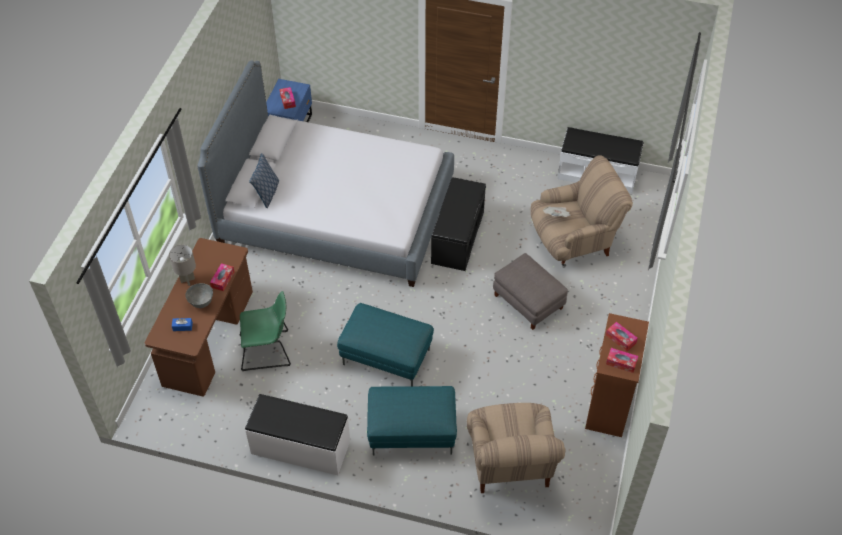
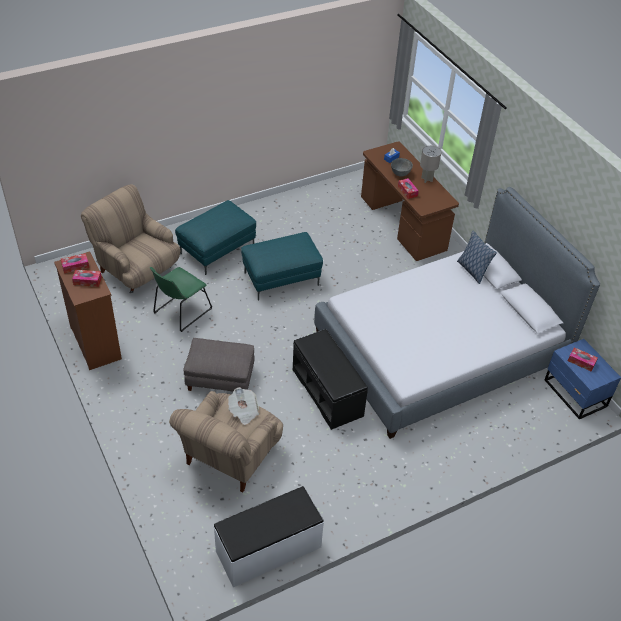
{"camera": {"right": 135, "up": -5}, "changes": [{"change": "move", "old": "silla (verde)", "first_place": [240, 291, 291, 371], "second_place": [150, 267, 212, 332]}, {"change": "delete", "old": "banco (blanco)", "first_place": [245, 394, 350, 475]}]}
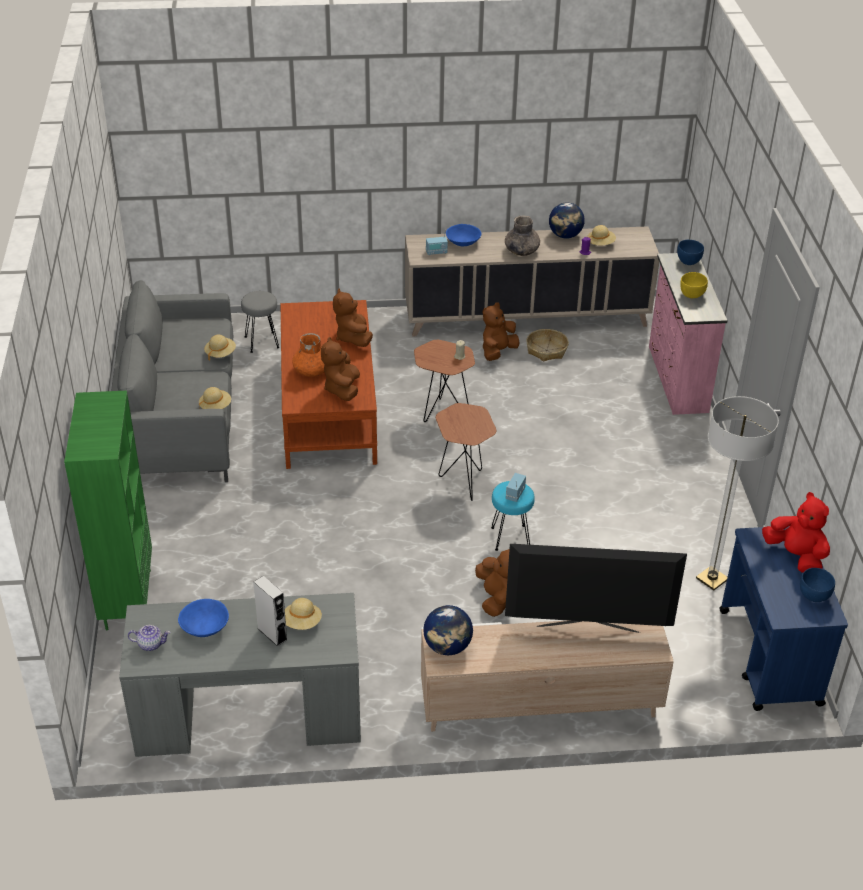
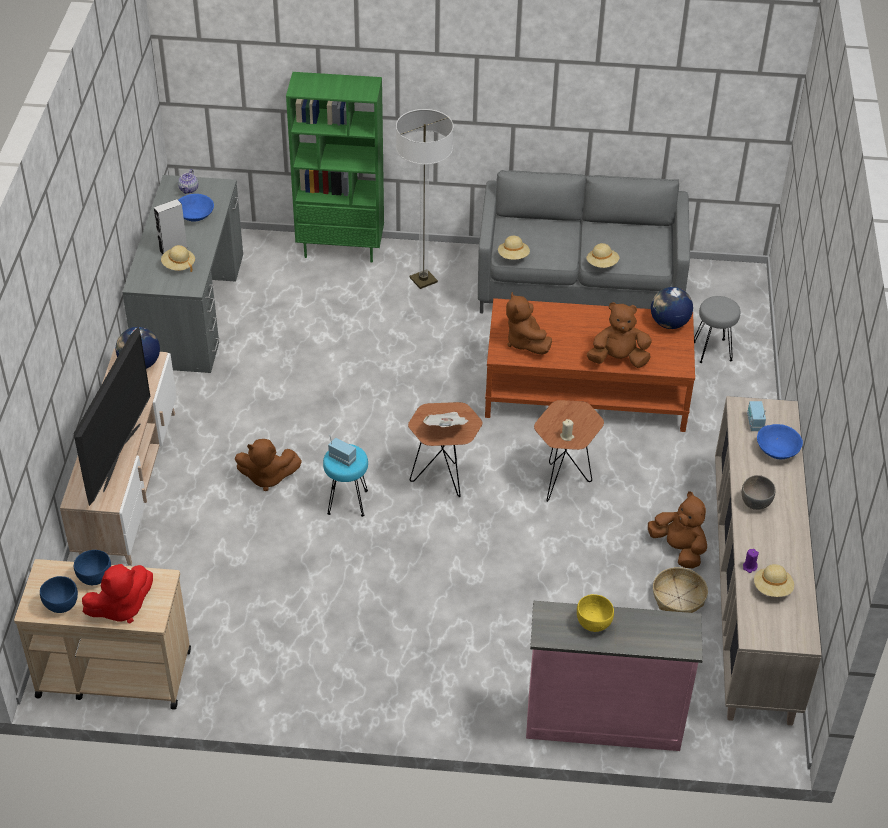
{"camera": {"right": 100, "up": 5}, "changes": [{"change": "delete", "old": "florero (naranja)", "first_place": [292, 333, 324, 377]}, {"change": "rotate", "old": "peluche (marrón)", "first_place": [321, 337, 360, 401], "second_place": [506, 292, 552, 355], "degrees": -120}, {"change": "replace", "old": "florero (gris)", "new": "cuenco (gris)", "first_place": [505, 215, 540, 256], "second_place": [742, 475, 775, 510]}, {"change": "move", "old": "globo terráqueo", "first_place": [549, 203, 585, 239], "second_place": [651, 287, 693, 329]}, {"change": "move", "old": "cuenco (azul)", "first_place": [677, 240, 704, 265], "second_place": [74, 550, 111, 585]}, {"change": "move", "old": "lámpara de pie", "first_place": [696, 396, 779, 591], "second_place": [396, 109, 453, 289]}, {"change": "recolor", "old": "carrito (azul)", "new": "carrito (beis)", "first_place": [719, 527, 848, 711], "second_place": [14, 559, 191, 710]}, {"change": "insert", "new": "periódico", "second_place": [423, 412, 468, 427]}]}
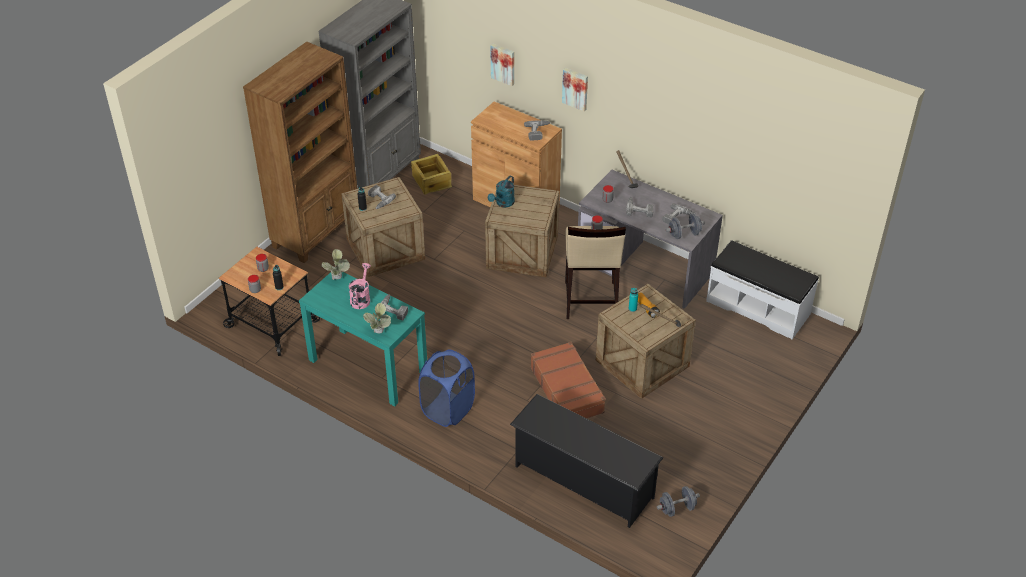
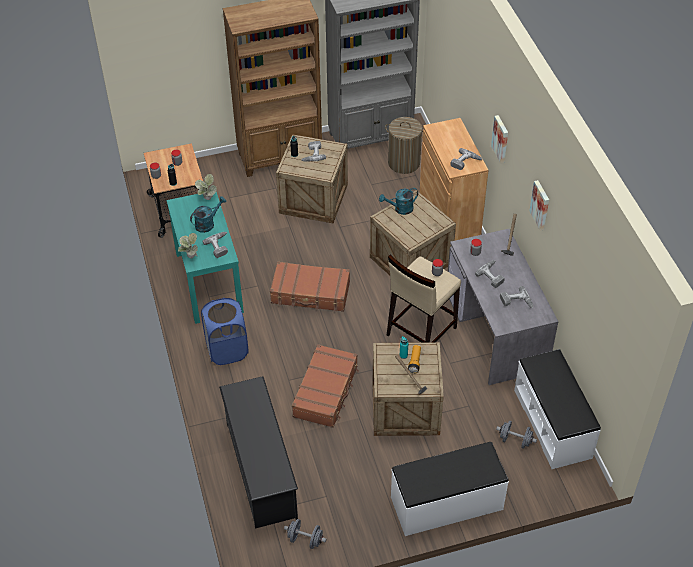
{"camera": {"right": 40, "up": 5}, "changes": [{"change": "recolor", "old": "regadera (rosa)", "new": "regadera (turquesa)", "first_place": [349, 263, 371, 309], "second_place": [190, 196, 226, 233]}, {"change": "replace", "old": "caja de embalaje", "new": "cesto de la ropa", "first_place": [411, 154, 452, 195], "second_place": [385, 117, 423, 174]}, {"change": "move", "old": "cuadro", "first_place": [490, 44, 514, 86], "second_place": [529, 180, 549, 231]}, {"change": "move", "old": "mancuerna (gris)", "first_place": [666, 214, 705, 239], "second_place": [496, 420, 537, 449]}, {"change": "insert", "new": "maleta (marrón)", "second_place": [270, 262, 350, 312]}, {"change": "insert", "new": "banco (blanco)", "second_place": [391, 442, 509, 536]}]}
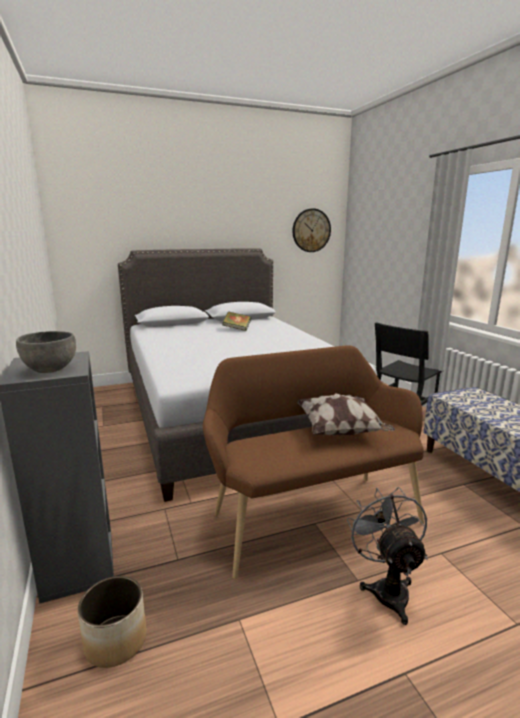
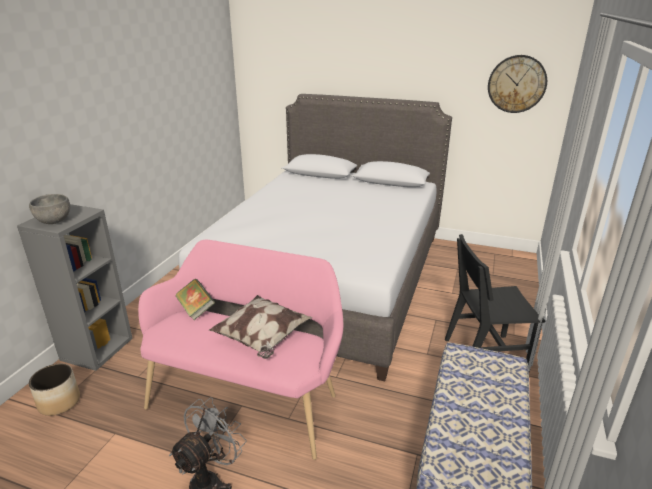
{"camera": {"right": 40, "up": 10}, "changes": [{"change": "recolor", "old": "banco (marrón)", "new": "banco (rosa)", "first_place": [203, 345, 424, 579], "second_place": [138, 240, 344, 460]}, {"change": "move", "old": "libro", "first_place": [223, 311, 251, 331], "second_place": [175, 279, 215, 320]}]}
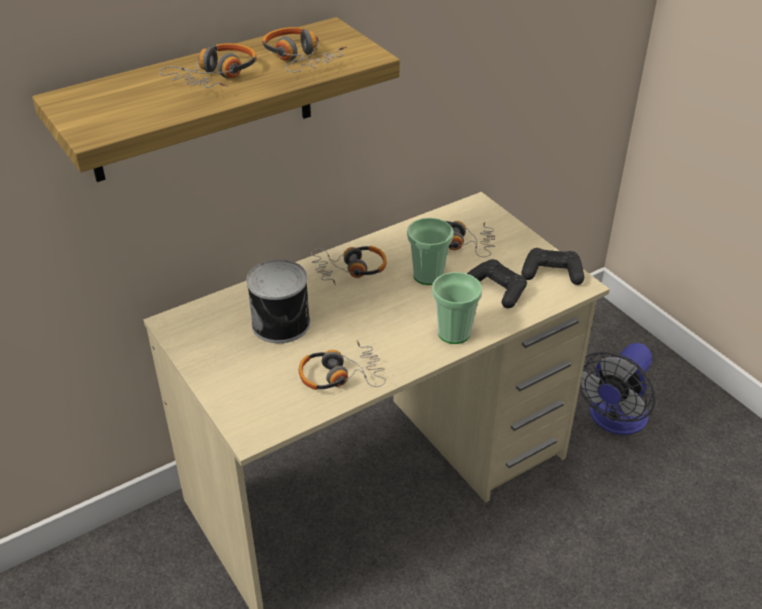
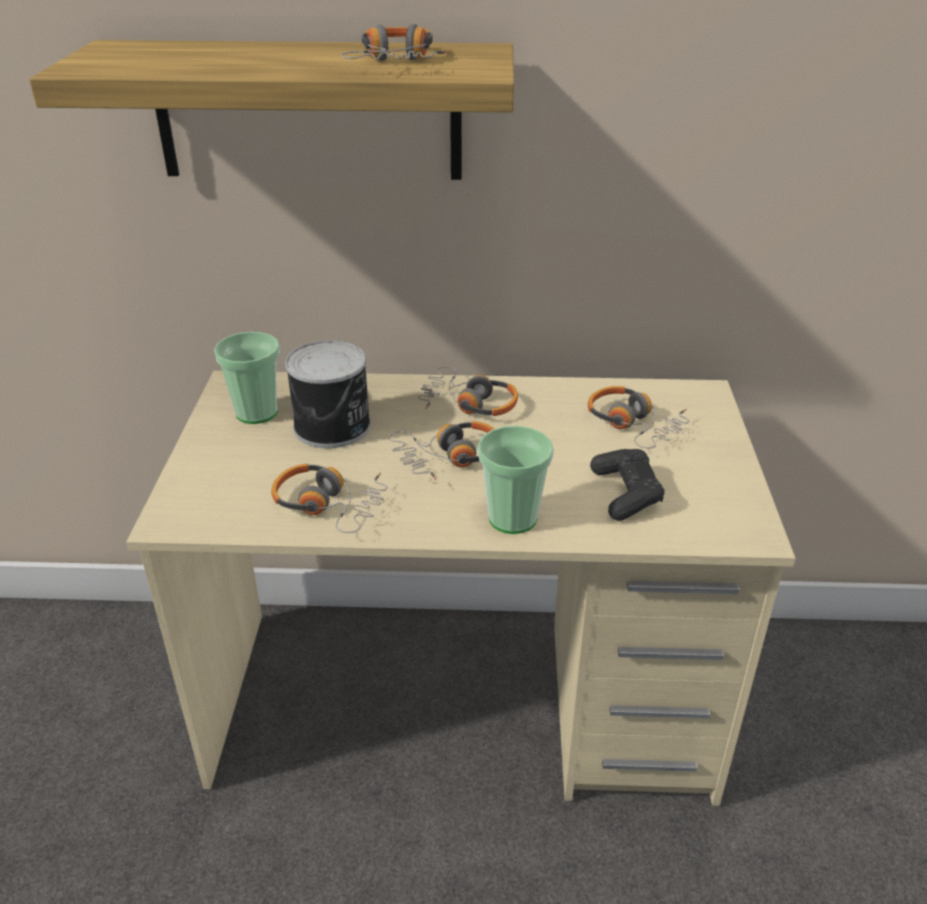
{"camera": {"right": 35, "up": -5}, "changes": [{"change": "move", "old": "auriculares", "first_place": [159, 43, 257, 88], "second_place": [389, 421, 494, 480]}, {"change": "move", "old": "taza", "first_place": [407, 218, 454, 285], "second_place": [214, 332, 280, 424]}, {"change": "delete", "old": "mando de consola (negro)", "first_place": [522, 248, 584, 285]}, {"change": "delete", "old": "ventilador", "first_place": [579, 343, 655, 435]}]}
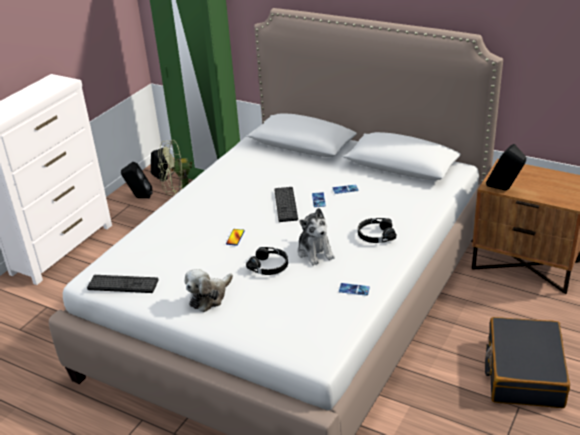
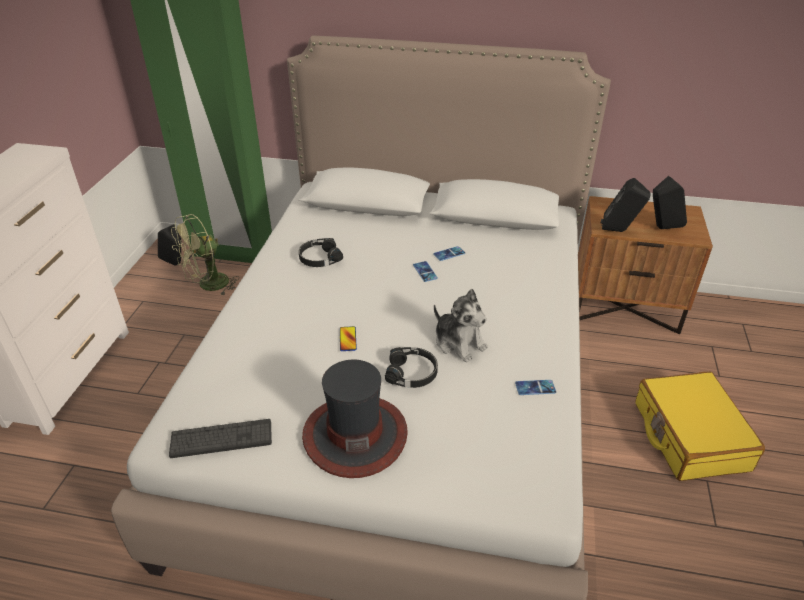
{"camera": {"right": -20, "up": 5}, "changes": [{"change": "move", "old": "altavoz (negro)", "first_place": [121, 162, 153, 198], "second_place": [653, 176, 687, 229]}, {"change": "replace", "old": "peluche", "new": "sombrero", "first_place": [185, 269, 233, 312], "second_place": [302, 359, 408, 478]}, {"change": "delete", "old": "teclado", "first_place": [274, 187, 298, 222]}, {"change": "move", "old": "auriculares (negro)", "first_place": [358, 218, 396, 243], "second_place": [299, 238, 343, 267]}, {"change": "recolor", "old": "maleta (negro)", "new": "maleta (amarillo)", "first_place": [485, 317, 570, 408], "second_place": [635, 372, 765, 481]}]}
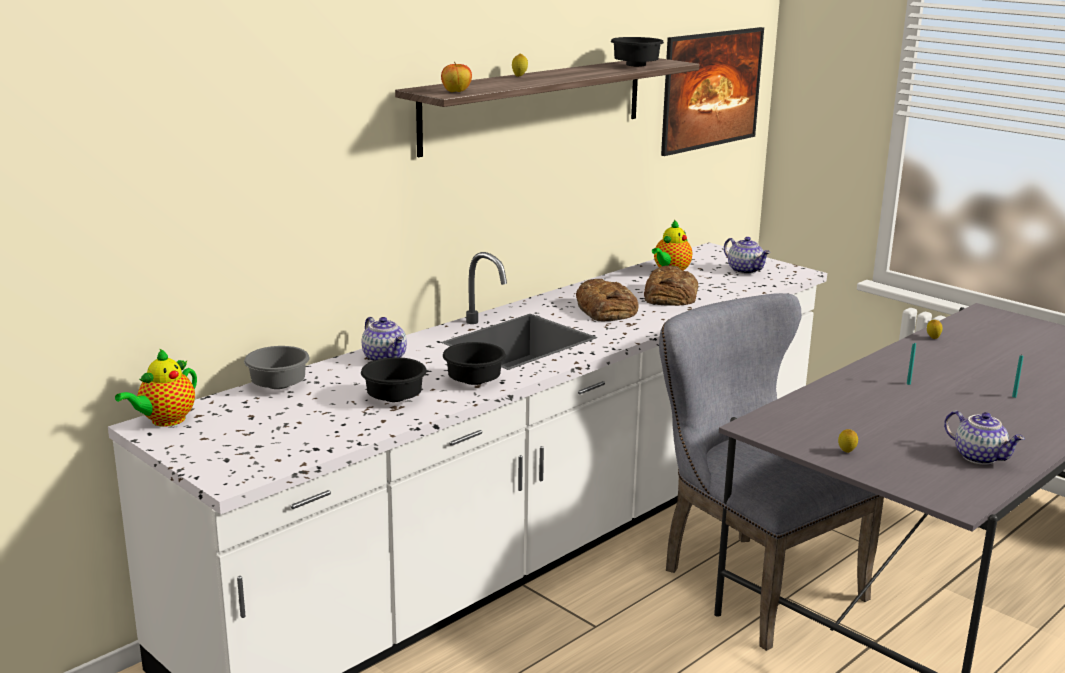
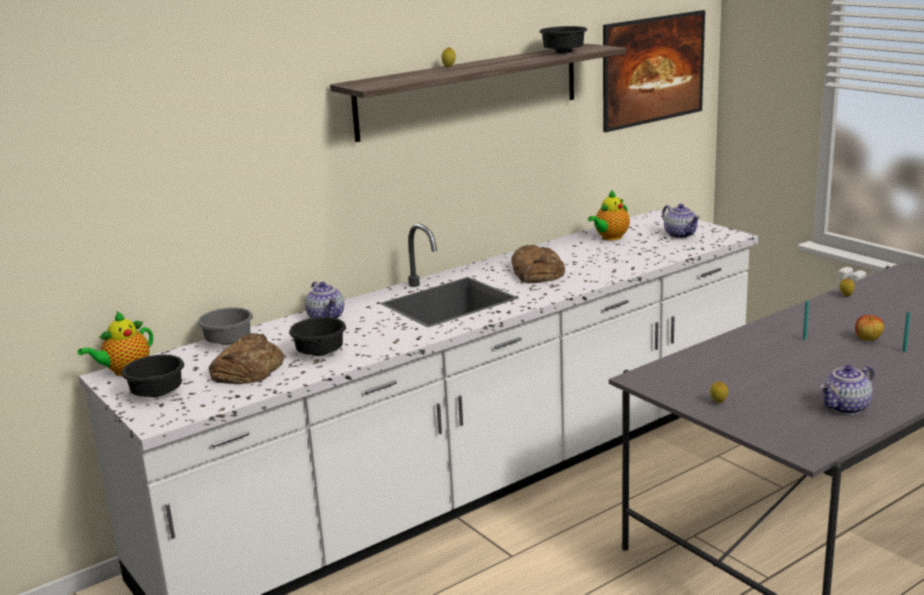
{"camera": {"right": 10, "up": 0}, "changes": [{"change": "move", "old": "manzana", "first_place": [441, 62, 472, 92], "second_place": [855, 315, 884, 341]}, {"change": "move", "old": "cuenco (negro)", "first_place": [443, 342, 506, 385], "second_place": [122, 355, 184, 397]}, {"change": "move", "old": "pan", "first_place": [644, 265, 698, 306], "second_place": [209, 333, 284, 384]}, {"change": "delete", "old": "silla (gris)", "first_place": [659, 293, 884, 651]}, {"change": "rotate", "old": "tetera", "first_place": [944, 411, 1025, 465], "second_place": [820, 365, 875, 415], "degrees": 90}]}
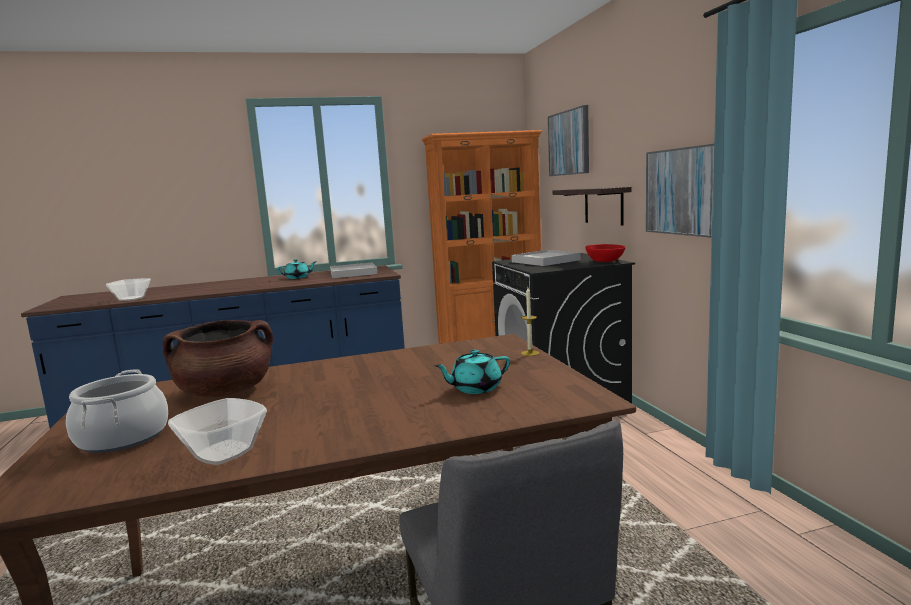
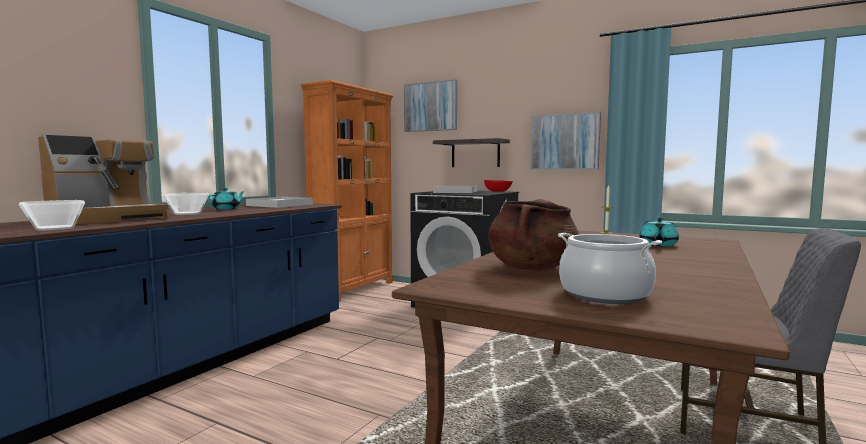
{"camera": {"right": -45, "up": -5}, "changes": [{"change": "move", "old": "cuenco", "first_place": [168, 398, 267, 465], "second_place": [163, 193, 209, 215]}, {"change": "insert", "new": "cafetera", "second_place": [38, 135, 169, 224]}]}
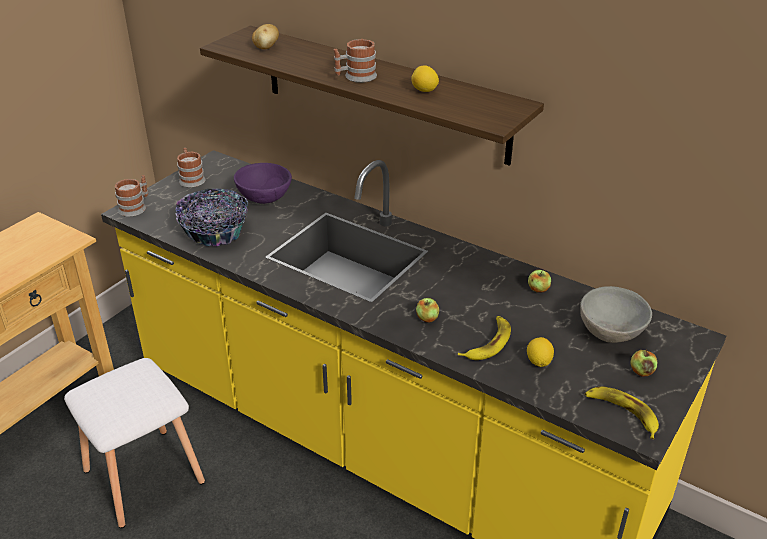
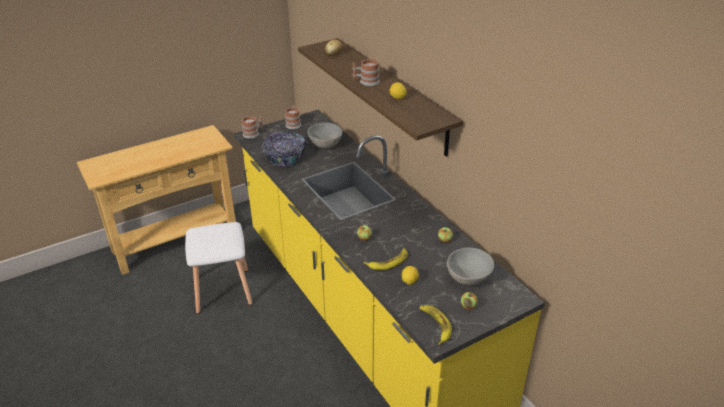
{"camera": {"right": 25, "up": 0}, "changes": [{"change": "recolor", "old": "cuenco (morado)", "new": "cuenco (gris)", "first_place": [234, 163, 292, 204], "second_place": [307, 122, 343, 148]}]}
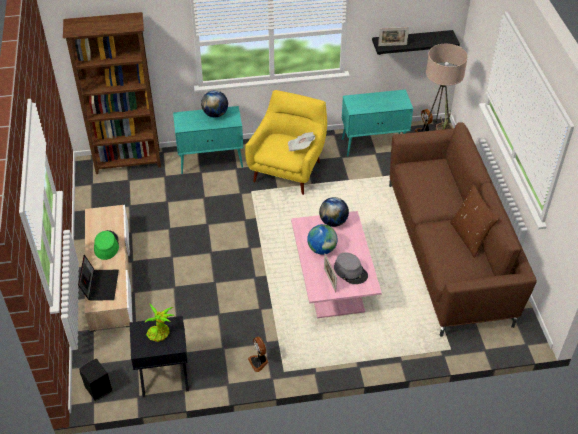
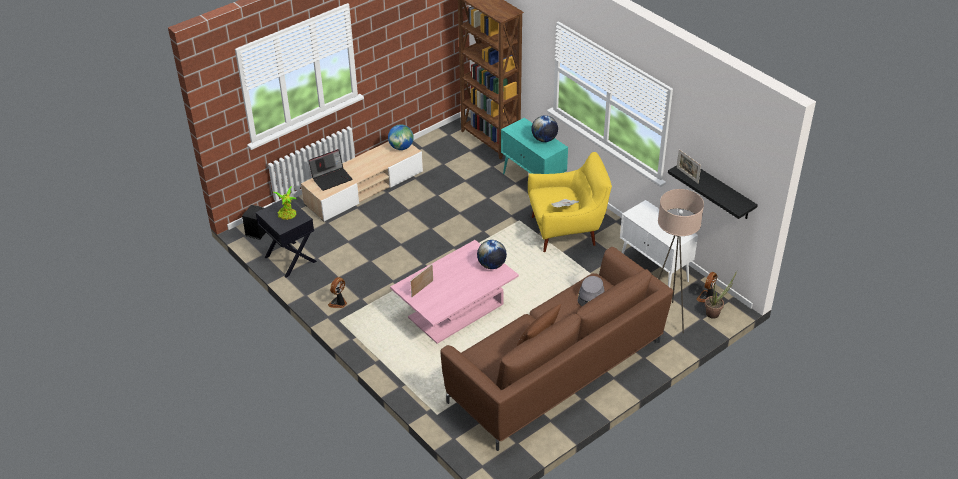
{"camera": {"right": 60, "up": -5}, "changes": [{"change": "delete", "old": "sombrero (verde)", "first_place": [94, 230, 119, 260]}, {"change": "move", "old": "globo terráqueo", "first_place": [307, 224, 338, 255], "second_place": [388, 124, 414, 150]}, {"change": "move", "old": "sombrero (gris)", "first_place": [334, 252, 368, 284], "second_place": [577, 276, 605, 306]}, {"change": "recolor", "old": "armario (turquesa)", "new": "armario (blanco)", "first_place": [342, 89, 413, 157], "second_place": [620, 200, 698, 287]}]}
